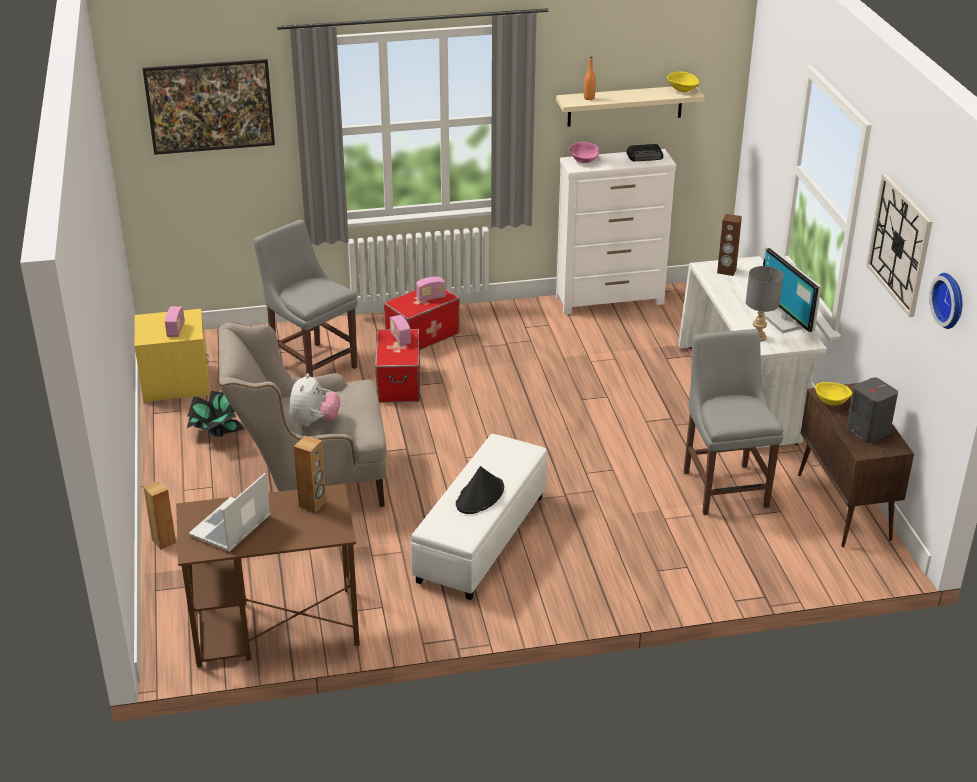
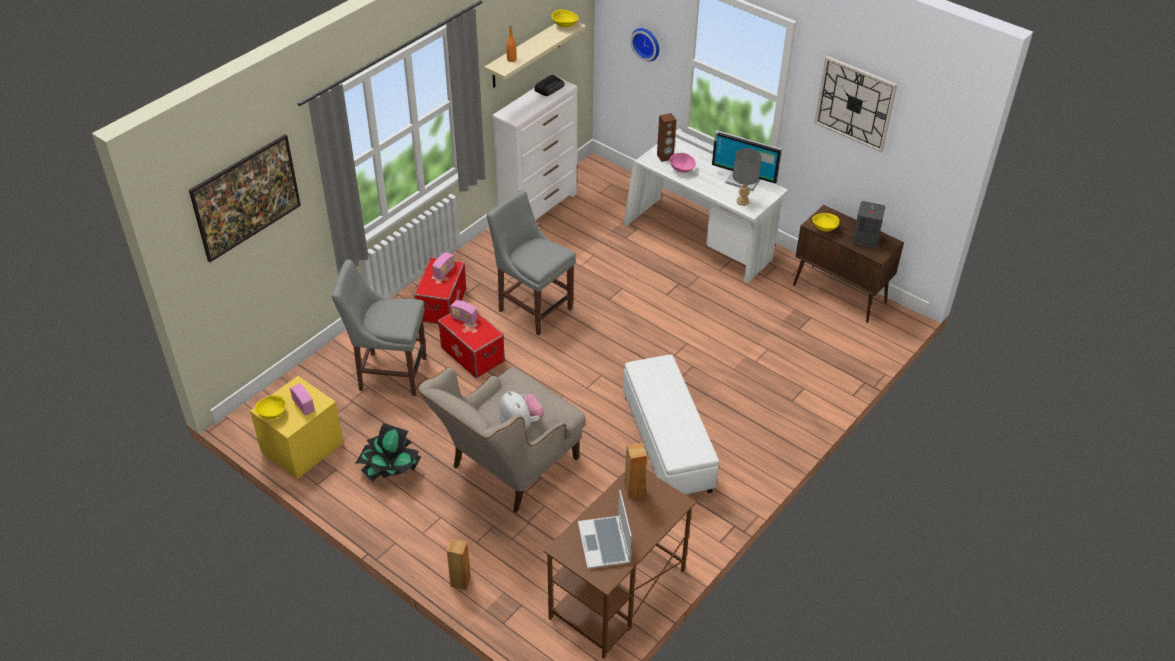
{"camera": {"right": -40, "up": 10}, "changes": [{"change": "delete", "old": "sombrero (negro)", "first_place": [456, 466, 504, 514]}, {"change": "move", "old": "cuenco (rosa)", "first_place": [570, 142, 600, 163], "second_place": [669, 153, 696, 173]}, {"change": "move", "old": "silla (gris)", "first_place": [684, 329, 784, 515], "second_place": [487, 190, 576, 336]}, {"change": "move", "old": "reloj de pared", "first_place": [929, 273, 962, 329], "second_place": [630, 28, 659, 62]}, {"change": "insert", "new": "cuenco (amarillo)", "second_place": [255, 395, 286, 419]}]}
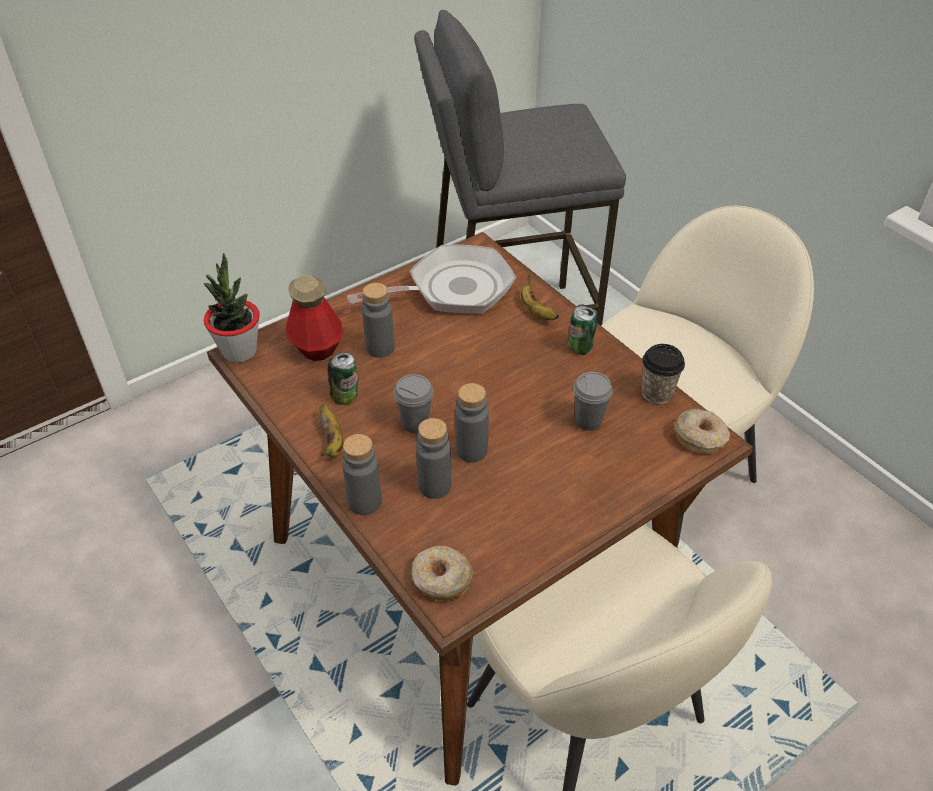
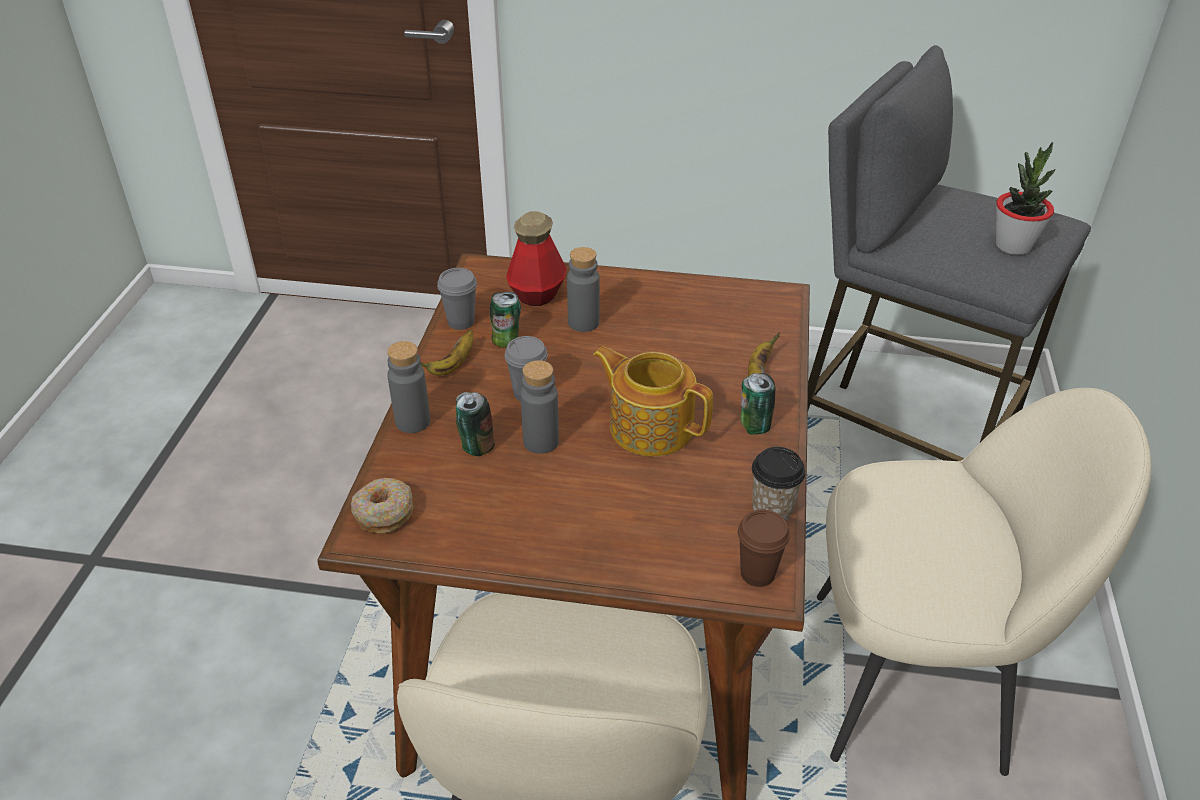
{"camera": {"right": 45, "up": -5}, "changes": [{"change": "move", "old": "planta en maceta", "first_place": [204, 253, 260, 363], "second_place": [996, 142, 1056, 255]}, {"change": "delete", "old": "sartén", "first_place": [347, 244, 516, 314]}, {"change": "replace", "old": "botella (gris)", "new": "lata", "first_place": [416, 418, 451, 499], "second_place": [456, 392, 495, 456]}, {"change": "move", "old": "taza (gris)", "first_place": [573, 372, 613, 431], "second_place": [437, 268, 477, 330]}, {"change": "replace", "old": "rosquilla", "new": "taza (marrón)", "first_place": [675, 409, 730, 454], "second_place": [738, 509, 790, 587]}, {"change": "insert", "new": "tetera", "second_place": [593, 346, 713, 456]}]}
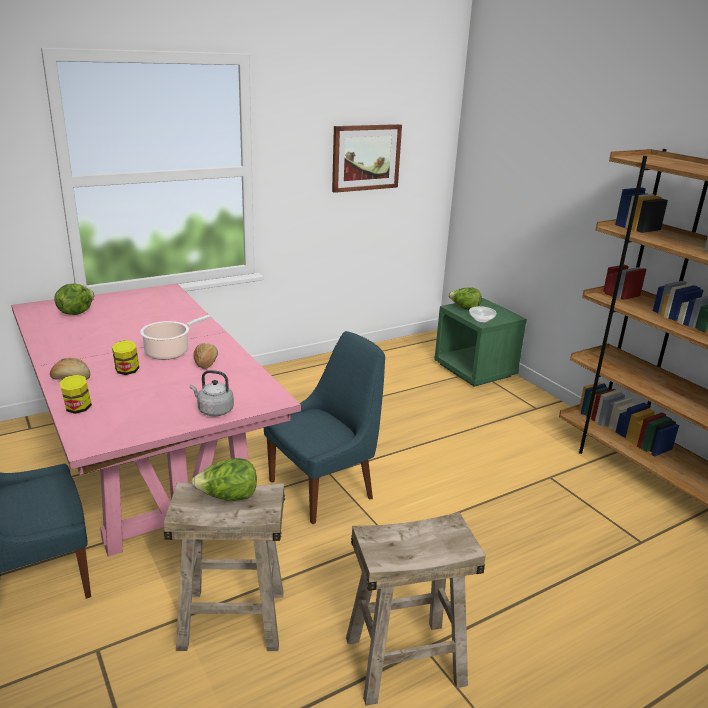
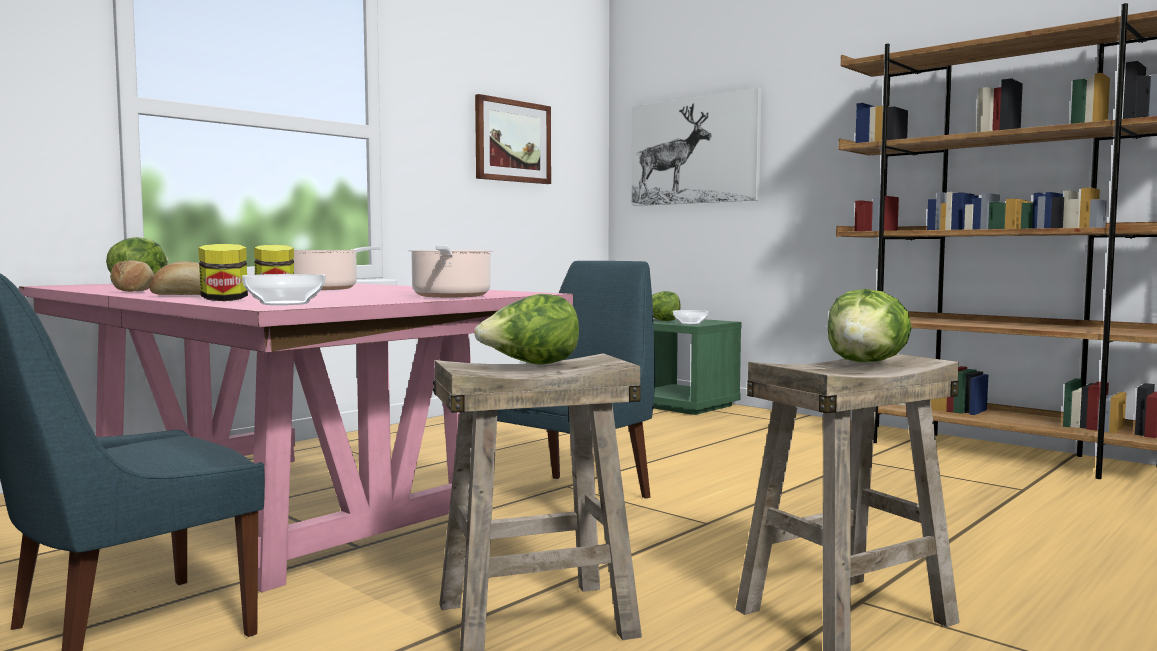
{"camera": {"right": -15, "up": -20}, "changes": [{"change": "replace", "old": "hervidor (gris)", "new": "olla", "first_place": [190, 370, 234, 416], "second_place": [408, 245, 494, 298]}, {"change": "move", "old": "pan", "first_place": [193, 343, 218, 369], "second_place": [110, 260, 154, 292]}, {"change": "insert", "new": "cuenco", "second_place": [242, 274, 326, 305]}, {"change": "insert", "new": "cuadro", "second_place": [632, 88, 761, 206]}, {"change": "insert", "new": "lechuga", "second_place": [827, 289, 912, 362]}]}
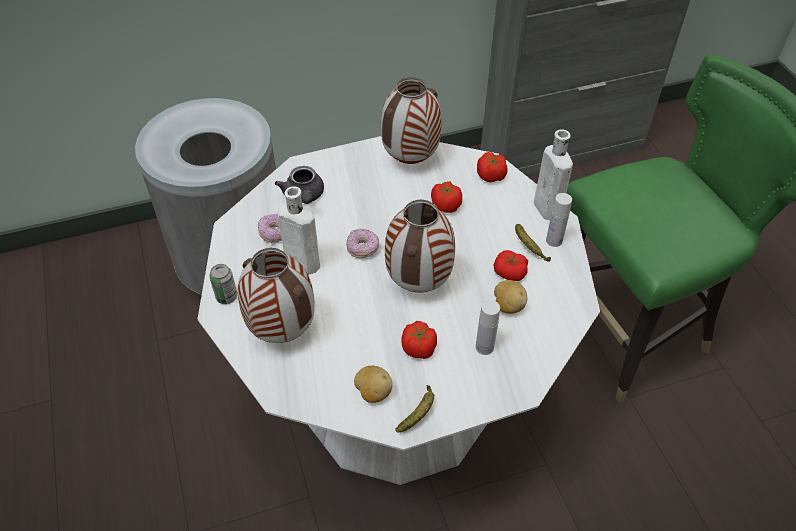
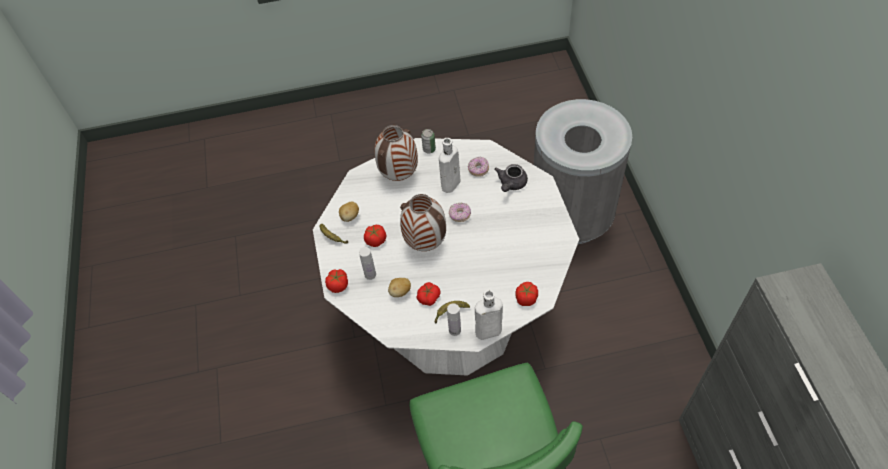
{"camera": {"right": 100, "up": 5}, "changes": [{"change": "rotate", "old": "tetera (gris)", "first_place": [275, 166, 324, 204], "second_place": [494, 164, 528, 192], "degrees": -60}, {"change": "delete", "old": "florero", "first_place": [381, 77, 442, 164]}, {"change": "move", "old": "tomate", "first_place": [431, 181, 462, 213], "second_place": [325, 269, 348, 293]}]}
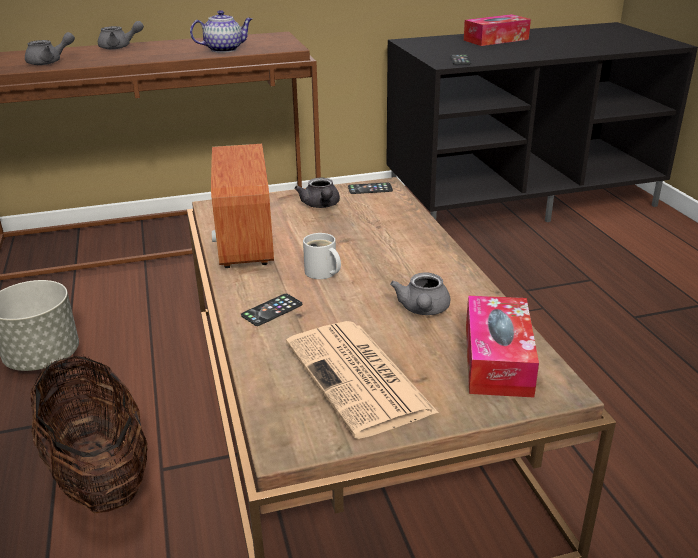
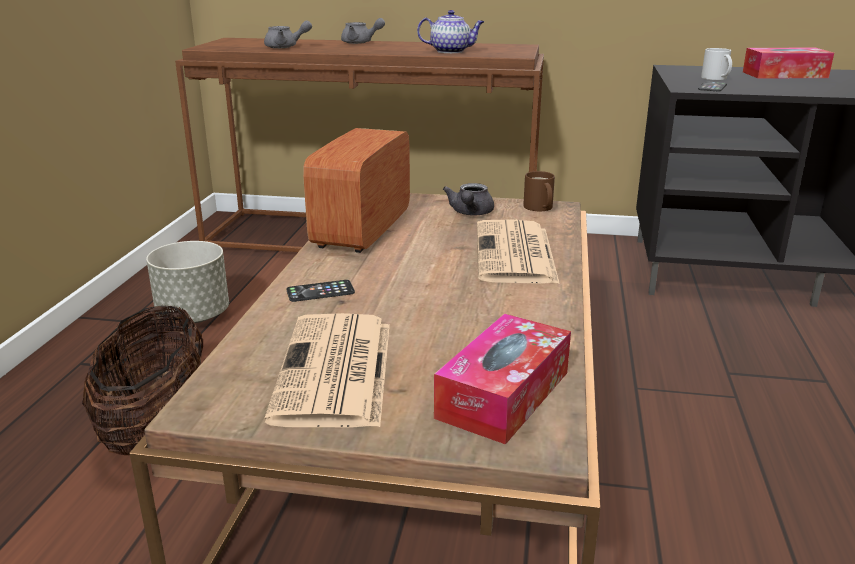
{"camera": {"right": 25, "up": -5}, "changes": [{"change": "move", "old": "taza grande (blanco)", "first_place": [303, 233, 341, 279], "second_place": [701, 48, 732, 80]}, {"change": "replace", "old": "móvil", "new": "taza grande (marrón)", "first_place": [348, 182, 393, 194], "second_place": [523, 171, 555, 211]}, {"change": "delete", "old": "tetera (gris)", "first_place": [390, 273, 450, 315]}, {"change": "insert", "new": "periódico", "second_place": [477, 219, 560, 284]}]}
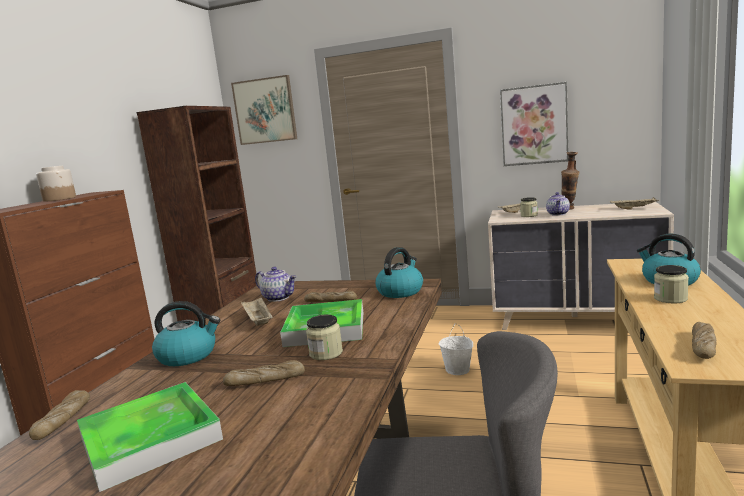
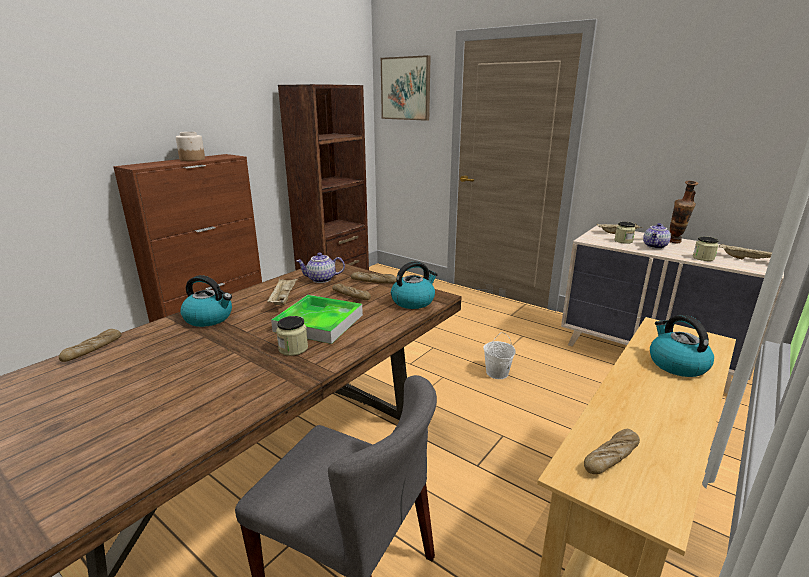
{"camera": {"right": 20, "up": 10}, "changes": [{"change": "delete", "old": "bandeja", "first_place": [77, 382, 223, 492]}, {"change": "move", "old": "pan", "first_place": [223, 360, 305, 386], "second_place": [351, 272, 397, 284]}, {"change": "rotate", "old": "tetera", "first_place": [255, 267, 297, 302], "second_place": [296, 253, 345, 283], "degrees": 120}, {"change": "delete", "old": "cuadro", "first_place": [500, 82, 568, 166]}, {"change": "move", "old": "tarro", "first_place": [654, 265, 689, 303], "second_place": [693, 236, 719, 261]}]}
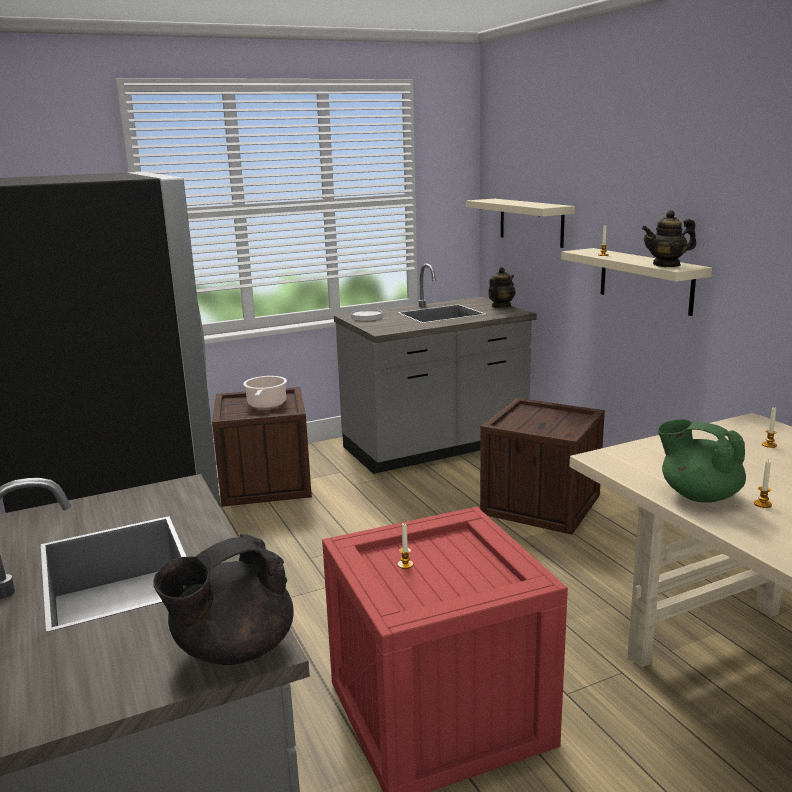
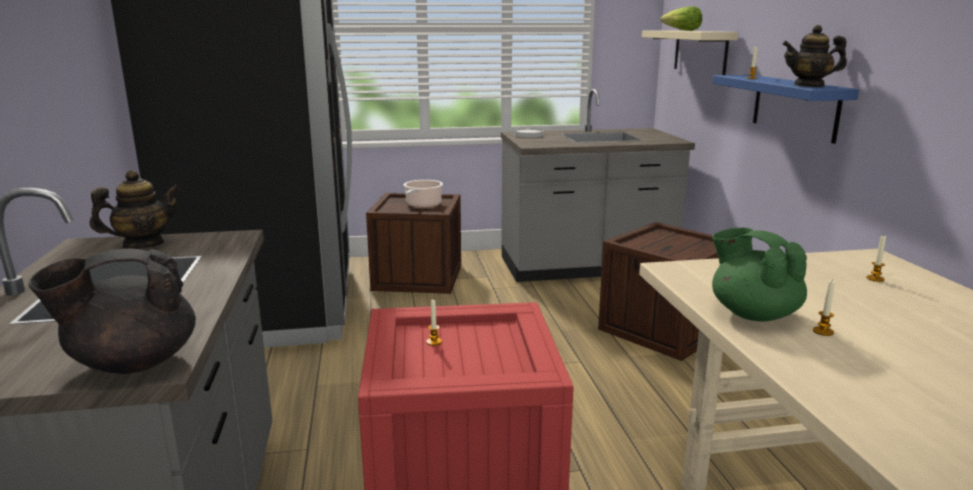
{"camera": {"right": 15, "up": 0}, "changes": [{"change": "move", "old": "tetera", "first_place": [488, 267, 515, 308], "second_place": [90, 170, 180, 249]}, {"change": "recolor", "old": "estante (beis)", "new": "estante (azul)", "first_place": [561, 248, 712, 316], "second_place": [713, 75, 859, 144]}, {"change": "insert", "new": "lechuga", "second_place": [661, 6, 702, 31]}]}
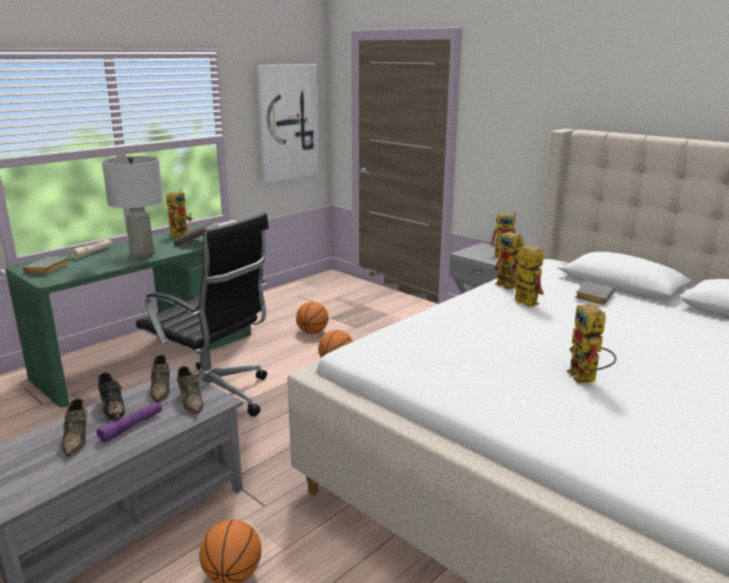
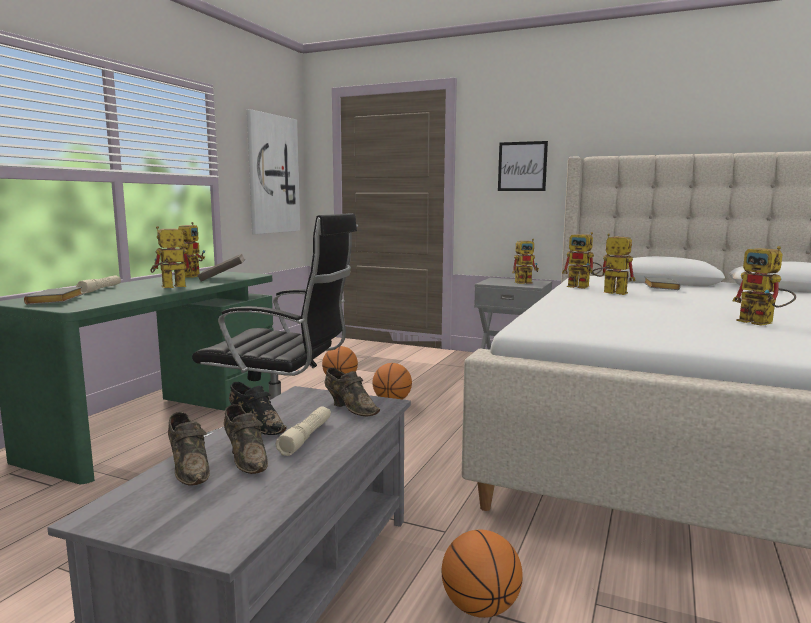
{"camera": {"right": -20, "up": -10}, "changes": [{"change": "recolor", "old": "linterna (morado)", "new": "linterna (beis)", "first_place": [96, 402, 162, 443], "second_place": [276, 407, 331, 456]}, {"change": "replace", "old": "lámpara de mesa (gris)", "new": "robot de juguete", "first_place": [102, 156, 164, 258], "second_place": [151, 226, 191, 288]}, {"change": "move", "old": "zapato (marrón)", "first_place": [150, 355, 170, 402], "second_place": [168, 412, 210, 486]}, {"change": "insert", "new": "cuadro", "second_place": [498, 141, 548, 191]}]}
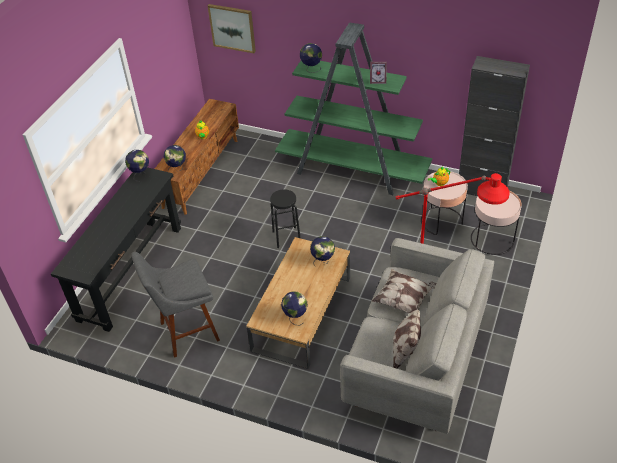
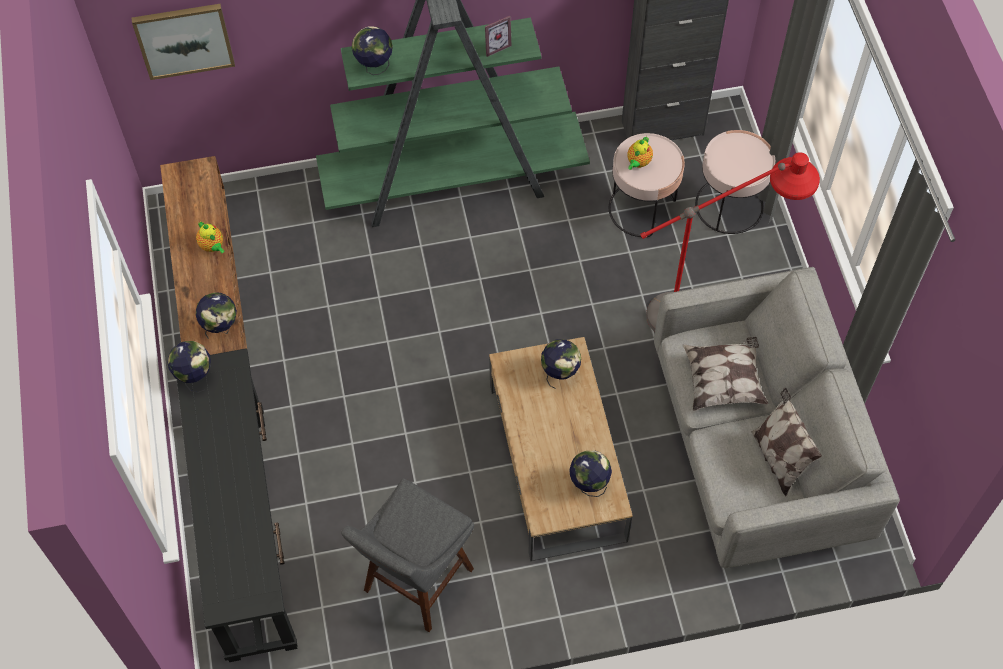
{"camera": {"right": -35, "up": 15}, "changes": [{"change": "delete", "old": "taburete (negro)", "first_place": [270, 189, 301, 248]}]}
